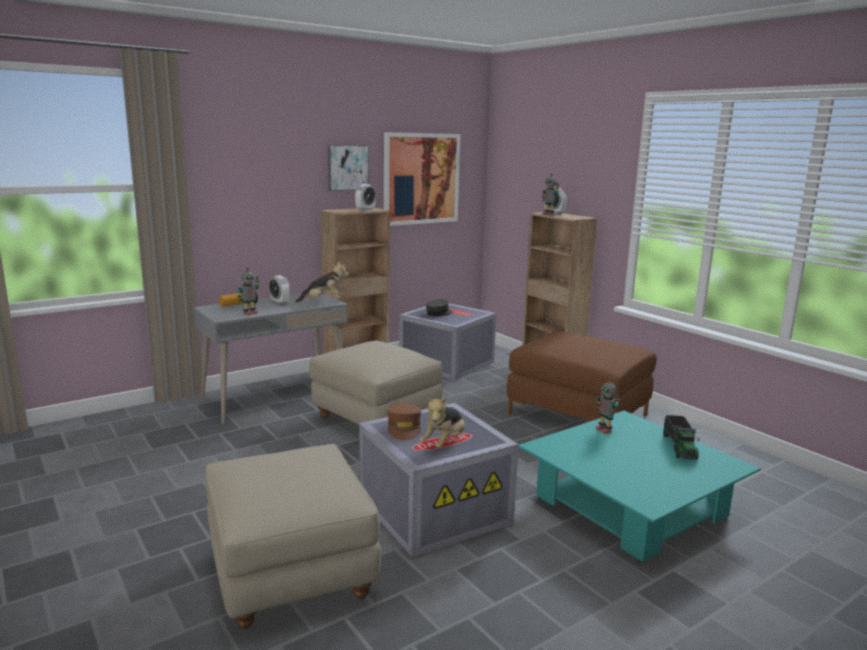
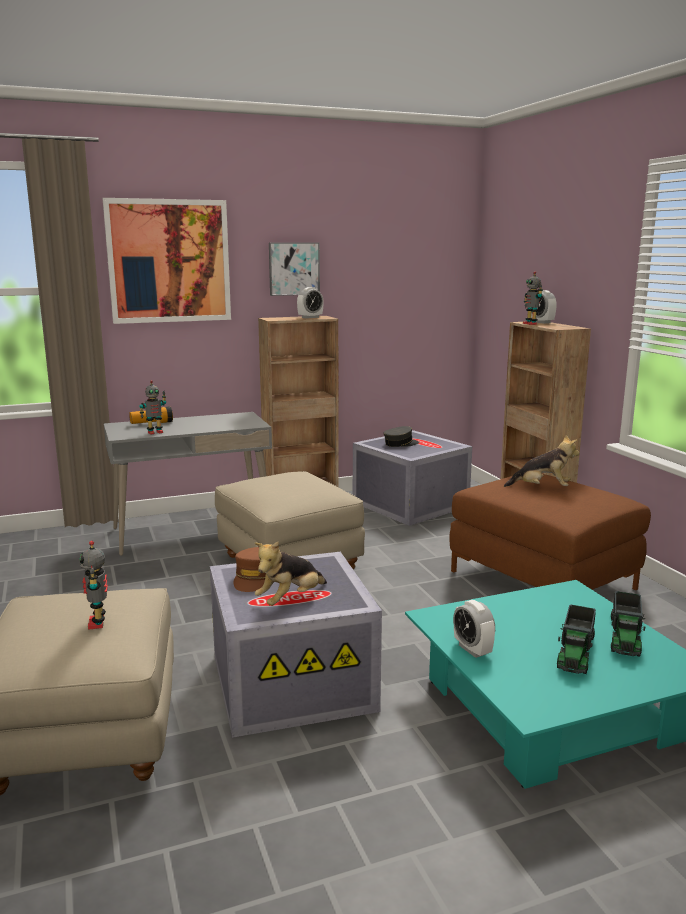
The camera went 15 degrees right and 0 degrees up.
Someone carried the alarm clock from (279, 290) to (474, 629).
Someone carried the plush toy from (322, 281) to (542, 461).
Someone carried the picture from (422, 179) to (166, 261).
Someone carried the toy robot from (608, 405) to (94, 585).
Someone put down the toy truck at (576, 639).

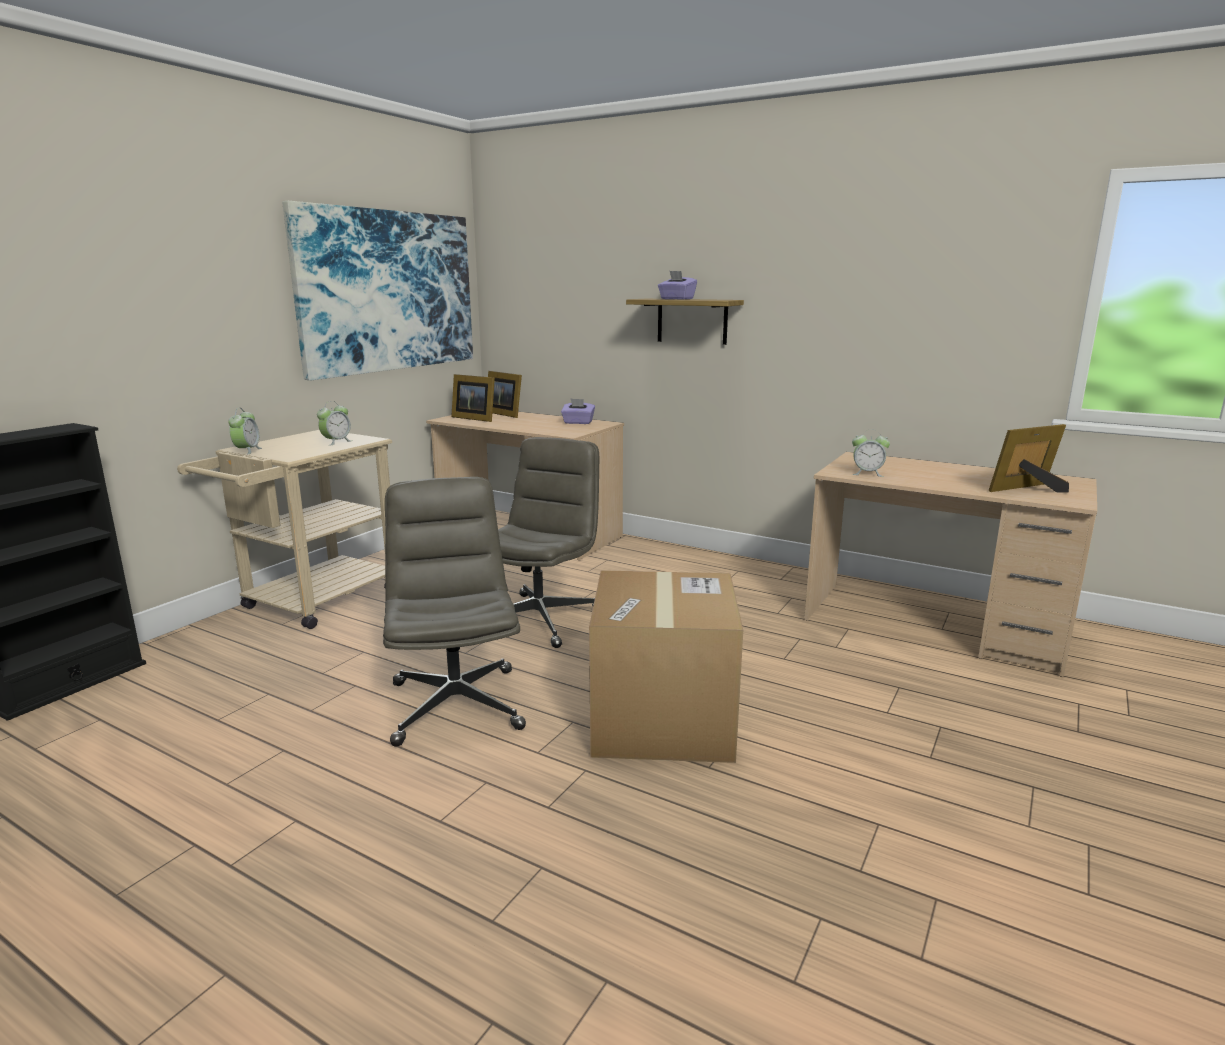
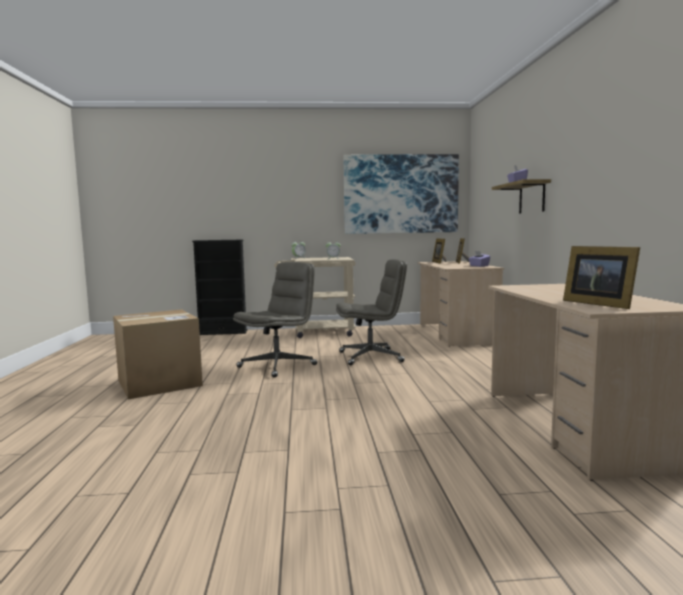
The camera went 55 degrees right and 10 degrees down.
Someone carried the cardboard box from (666, 666) to (158, 354).
Someone took away the alarm clock at (871, 453).
Someone rotated the picture frame at (1029, 458) by 150 degrees counterclockwise.

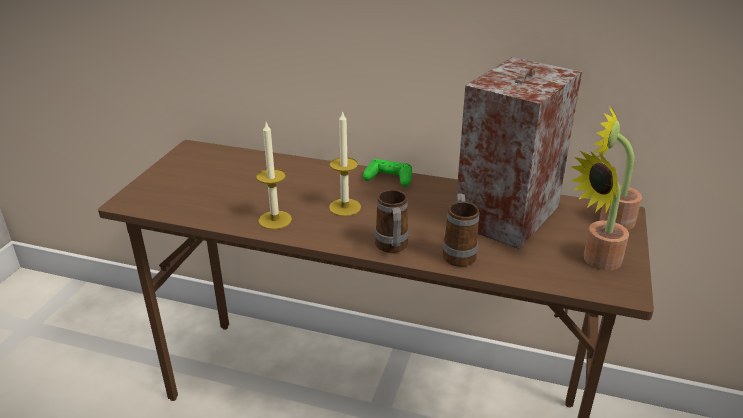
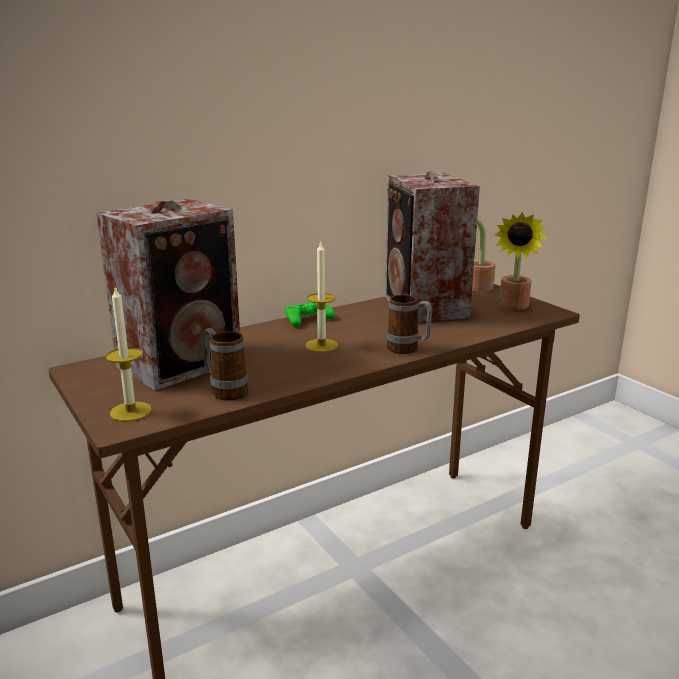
The camera went 50 degrees left and 10 degrees down.
Someone carried the candle from (274, 176) to (128, 353).
Someone carried the mug from (461, 230) to (225, 364).
Someone put down the speaker at (168, 295).

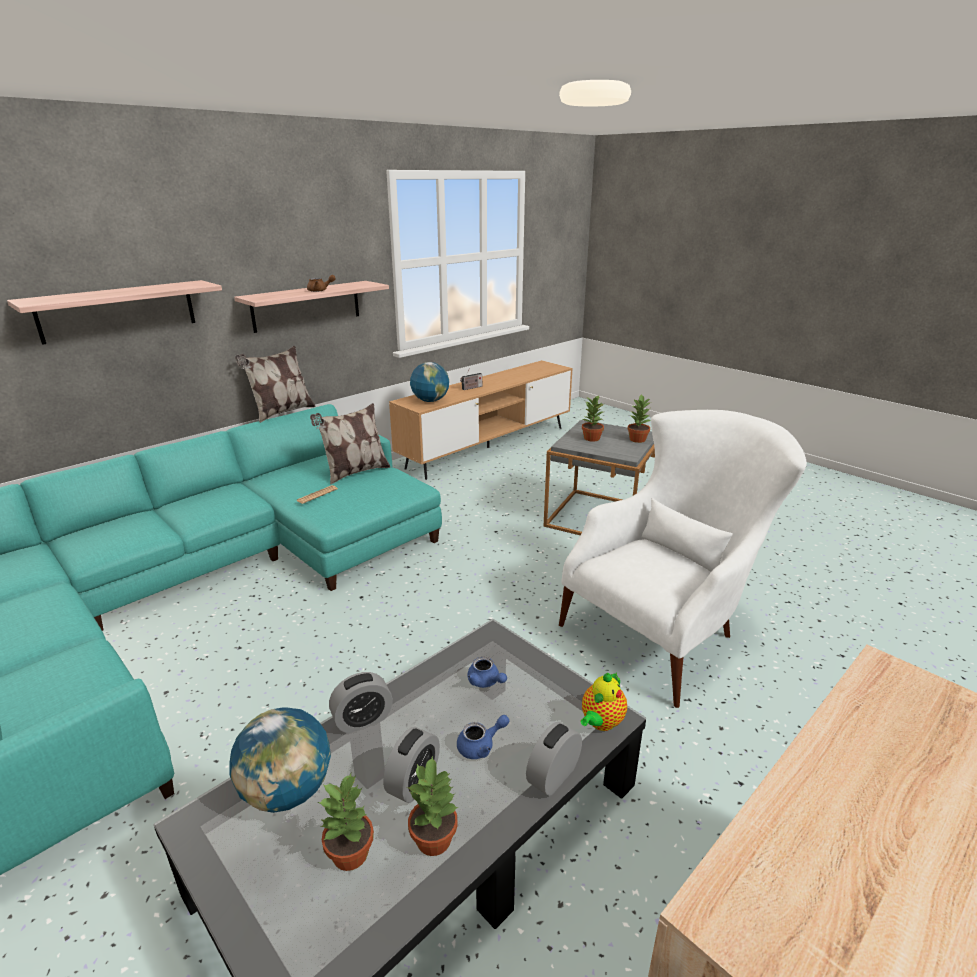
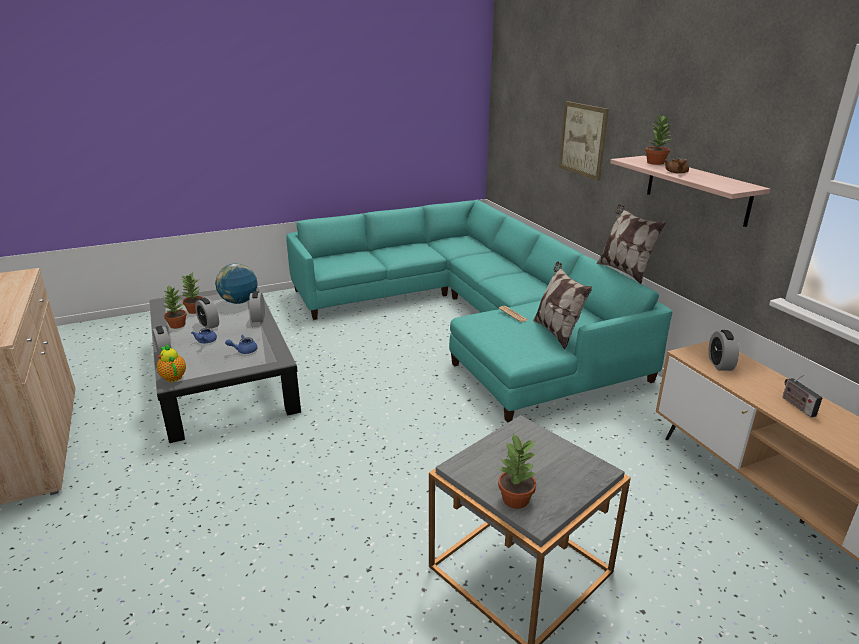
The camera went 110 degrees right and 0 degrees up.
Someone swapped the shelf at (114, 312) for the picture at (584, 141).
Someone swapped the globe at (429, 382) for the alarm clock at (723, 350).
Someone took away the white armchair at (683, 559).
Someone carried the potted plant from (593, 419) to (658, 140).

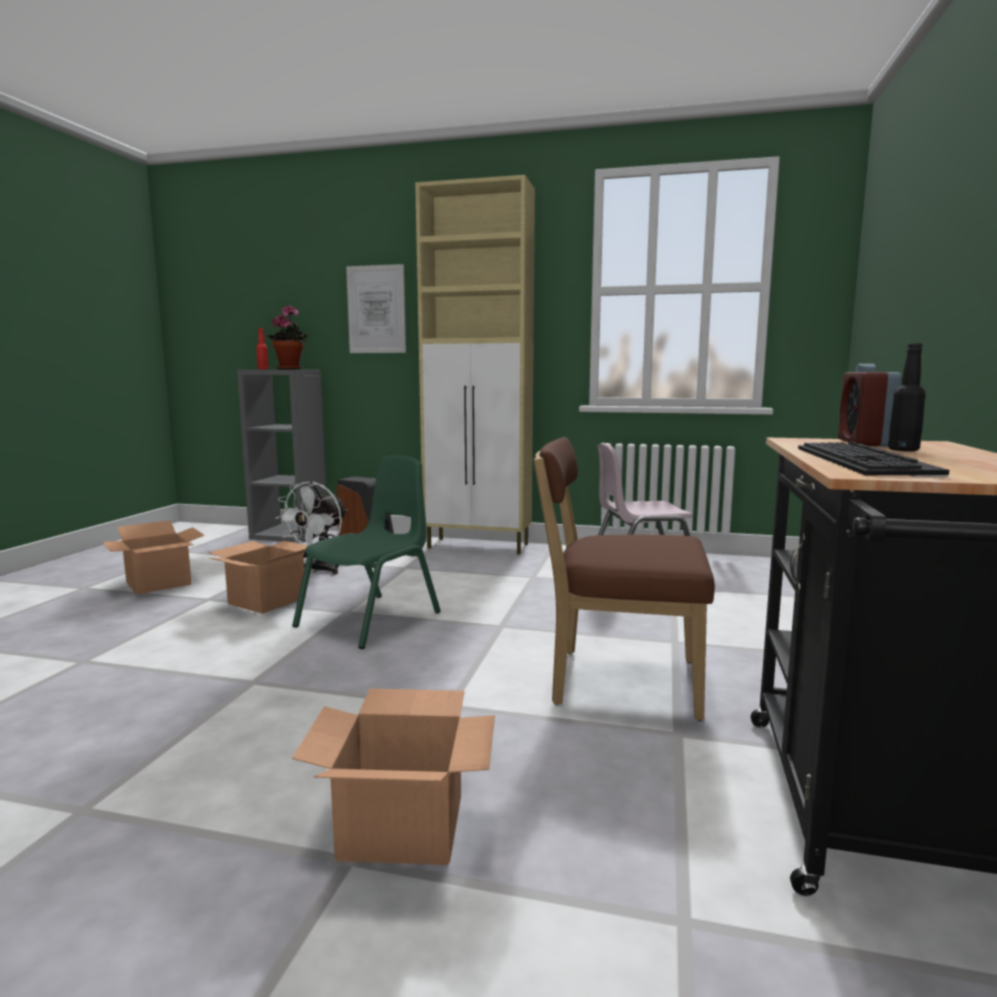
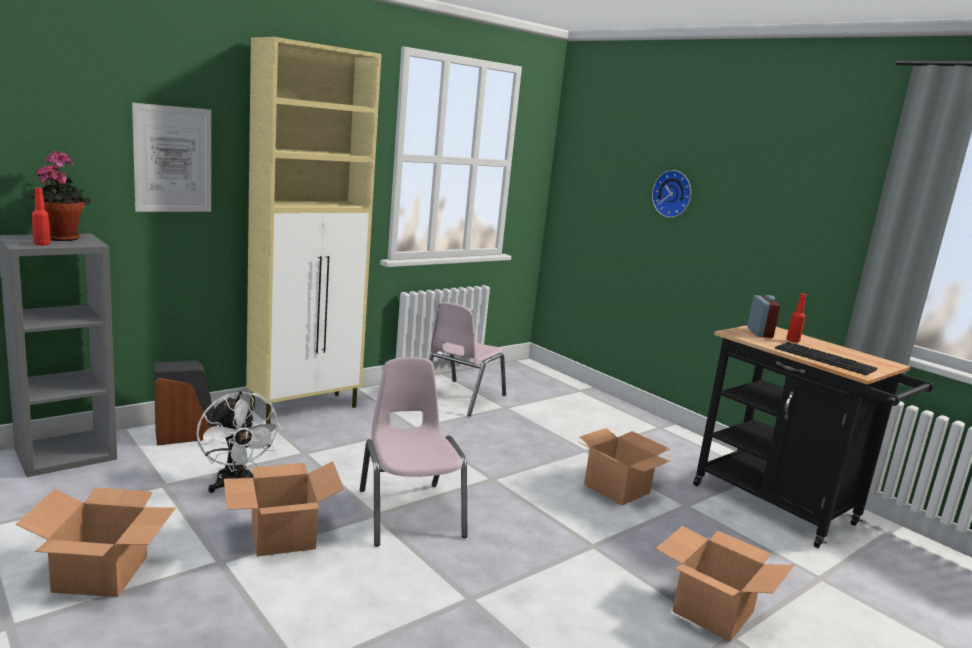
The camera went 55 degrees left and 5 degrees up.
Someone repainted the green chair at (366, 552), which became the pink chair at (413, 452).
Someone swapped the brown chair at (624, 579) for the cardboard box at (624, 467).
Someone rotated the alarm clock at (869, 405) by 135 degrees counterclockwise.
Someone repainted the black bottle at (907, 397), which became the red bottle at (796, 318).
Someone put up the wall clock at (671, 194).

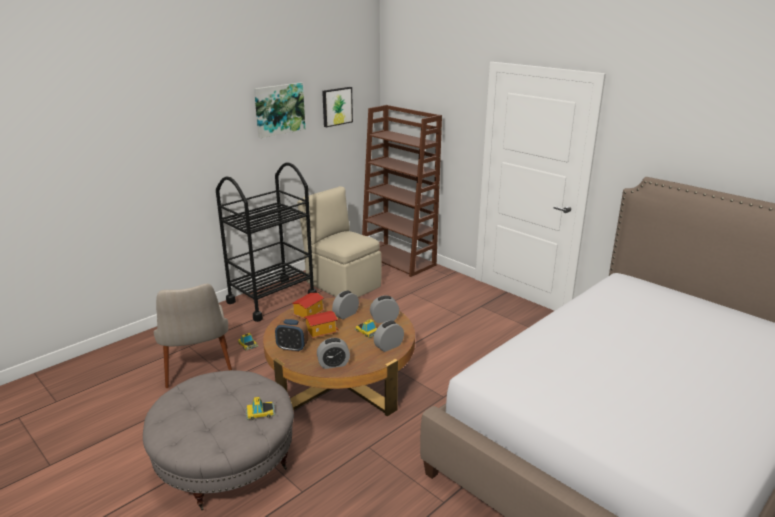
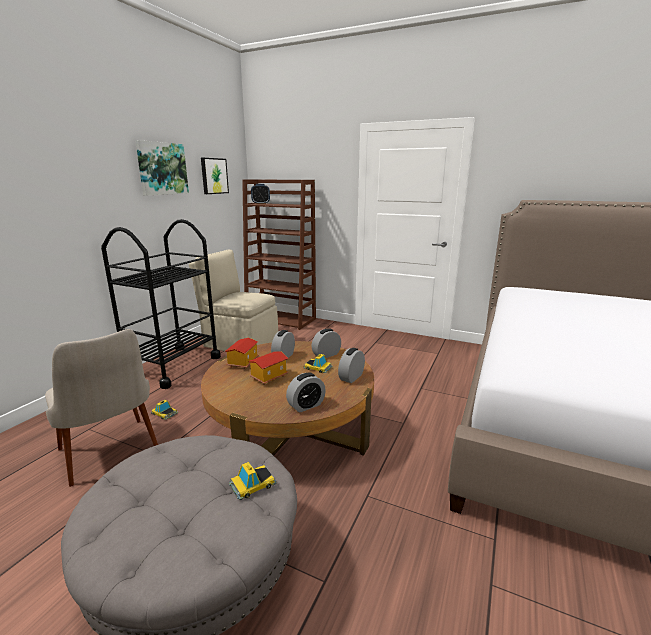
The camera went 20 degrees left and 5 degrees down.
Someone carried the alarm clock from (291, 335) to (260, 194).

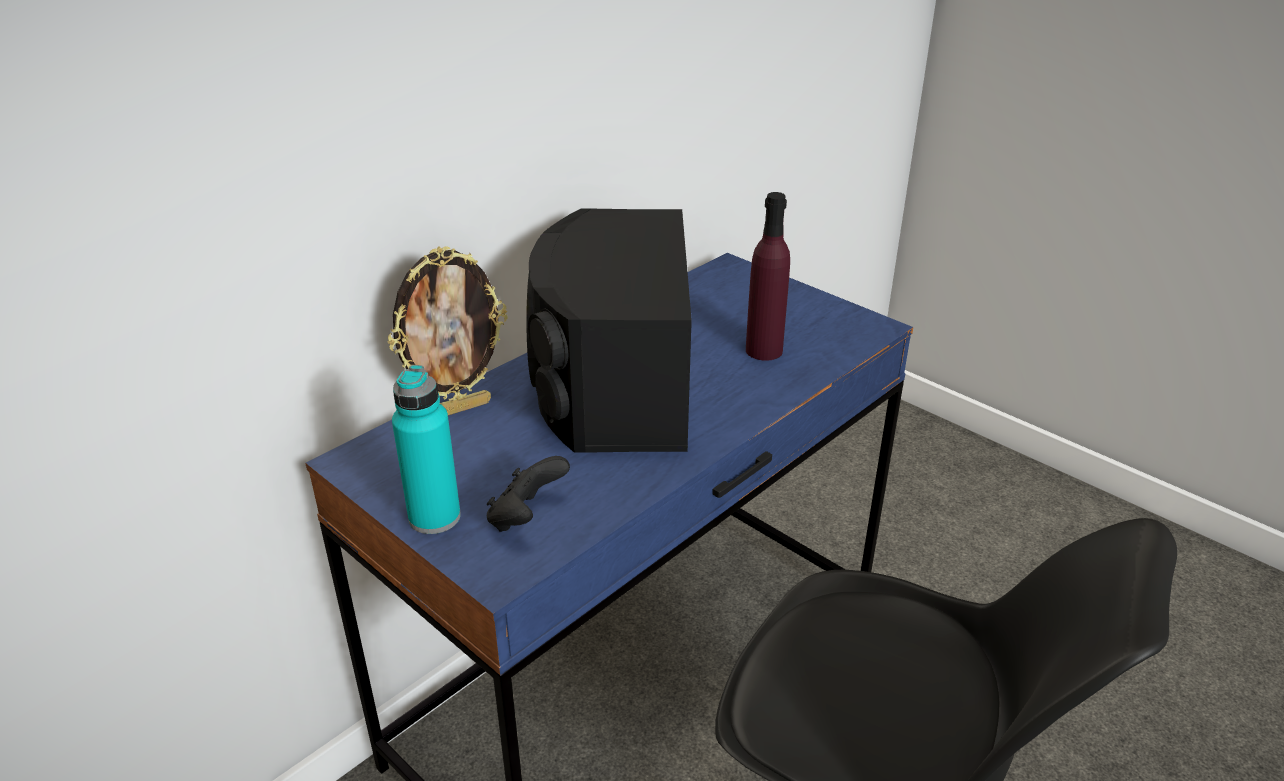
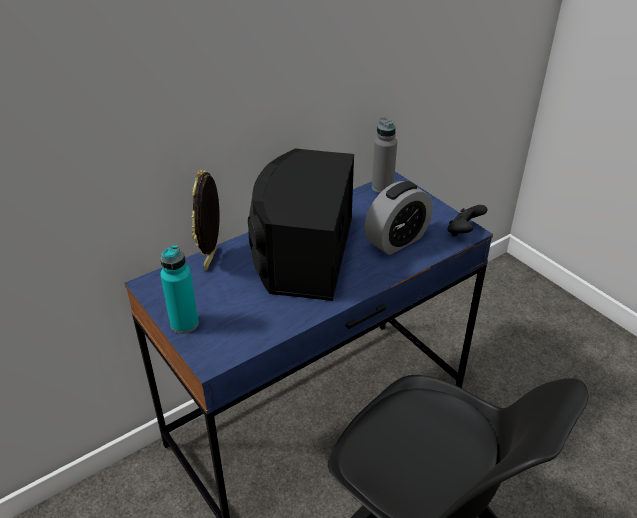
The camera went 10 degrees right and 5 degrees up.
Someone rotated the picture frame at (447, 330) by 120 degrees clockwise.
Someone carried the black game controller from (528, 494) to (467, 221).
Someone swapped the purple bottle at (768, 276) for the alarm clock at (398, 218).
Someone put down the grey bottle at (384, 155).

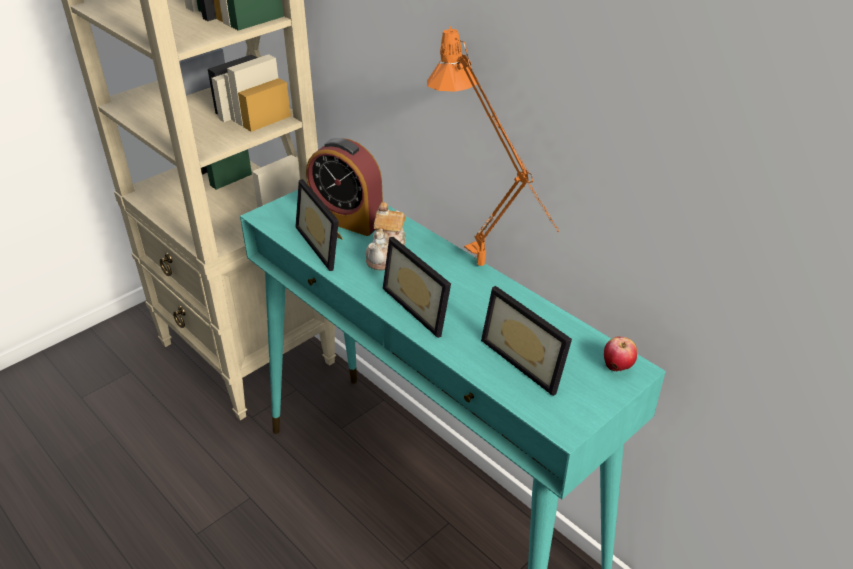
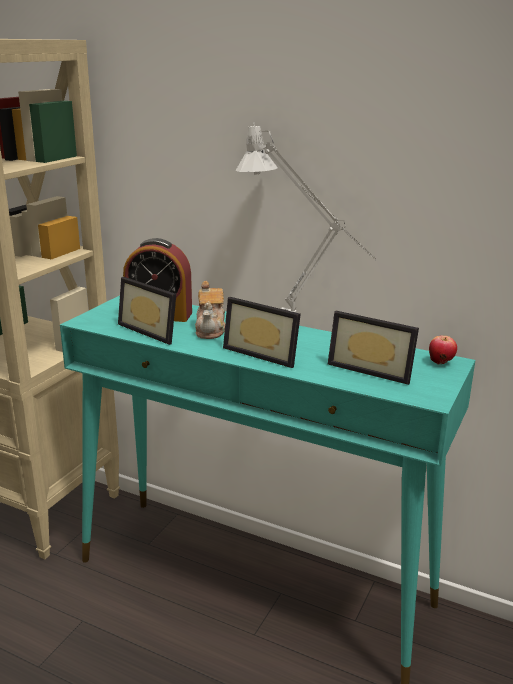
The camera went 20 degrees left and 15 degrees down.
Someone repainted the orange table lamp at (493, 146), which became the grey table lamp at (306, 217).

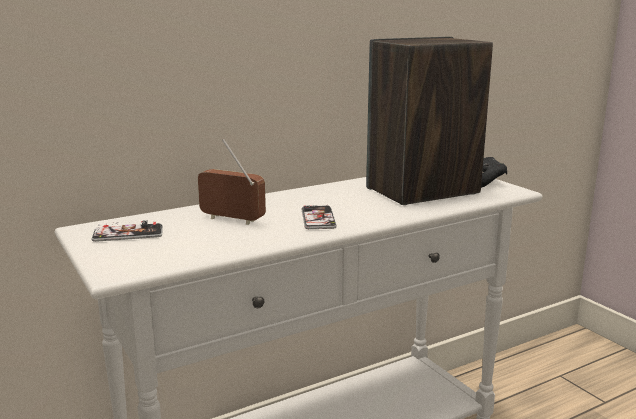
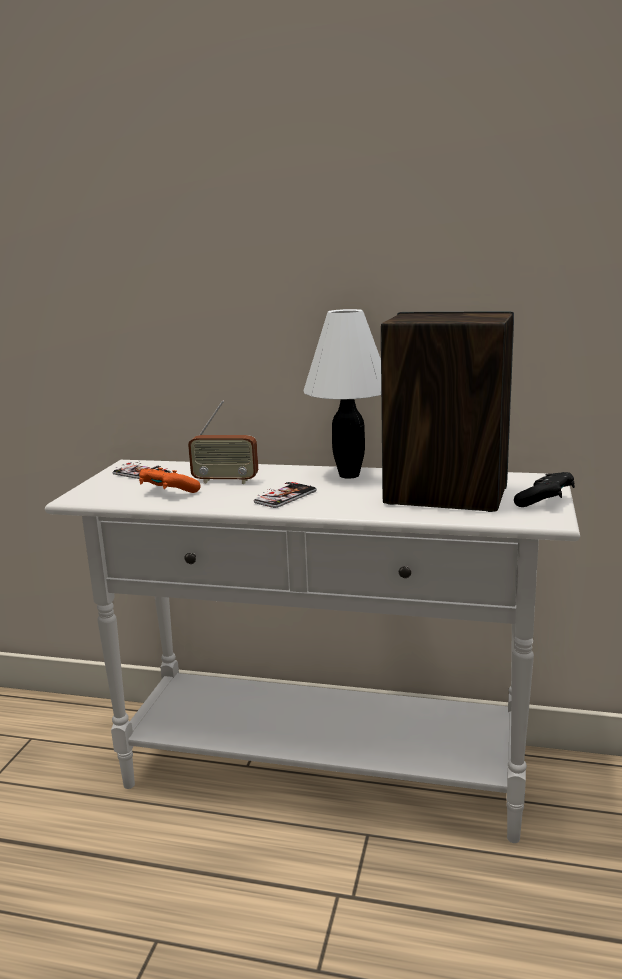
The camera went 45 degrees right and 0 degrees up.
Someone rotated the radio at (232, 182) by 120 degrees clockwise.
Someone put down the orange game controller at (170, 480).
Someone put down the white table lamp at (342, 394).

